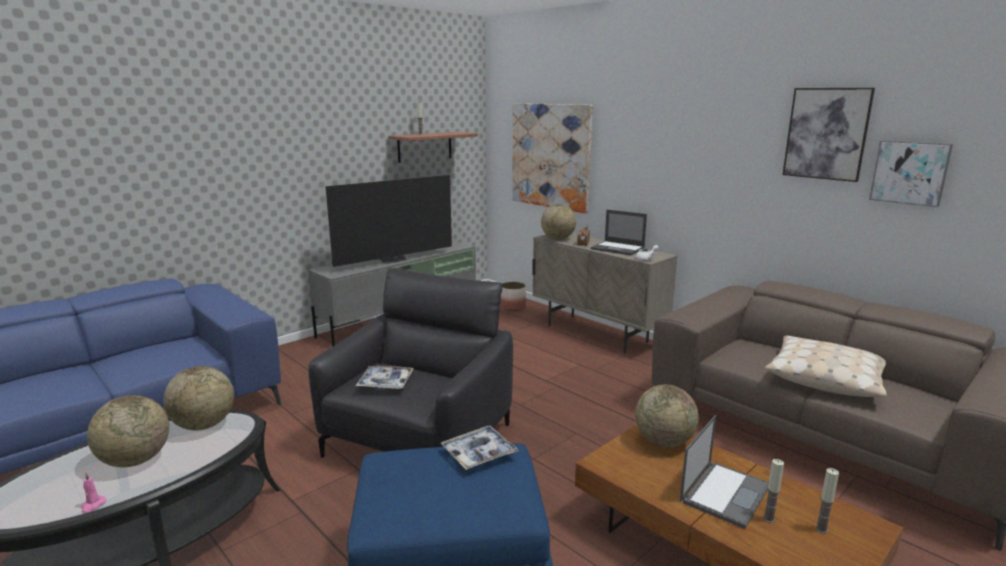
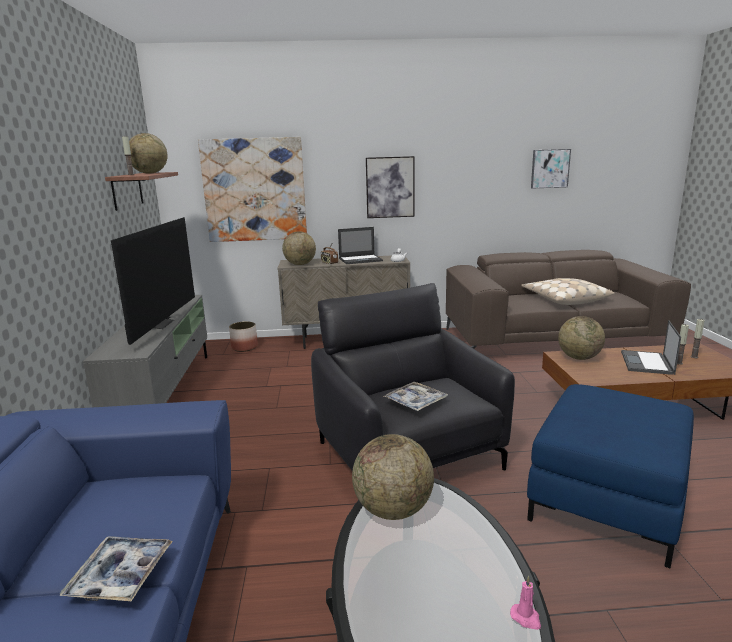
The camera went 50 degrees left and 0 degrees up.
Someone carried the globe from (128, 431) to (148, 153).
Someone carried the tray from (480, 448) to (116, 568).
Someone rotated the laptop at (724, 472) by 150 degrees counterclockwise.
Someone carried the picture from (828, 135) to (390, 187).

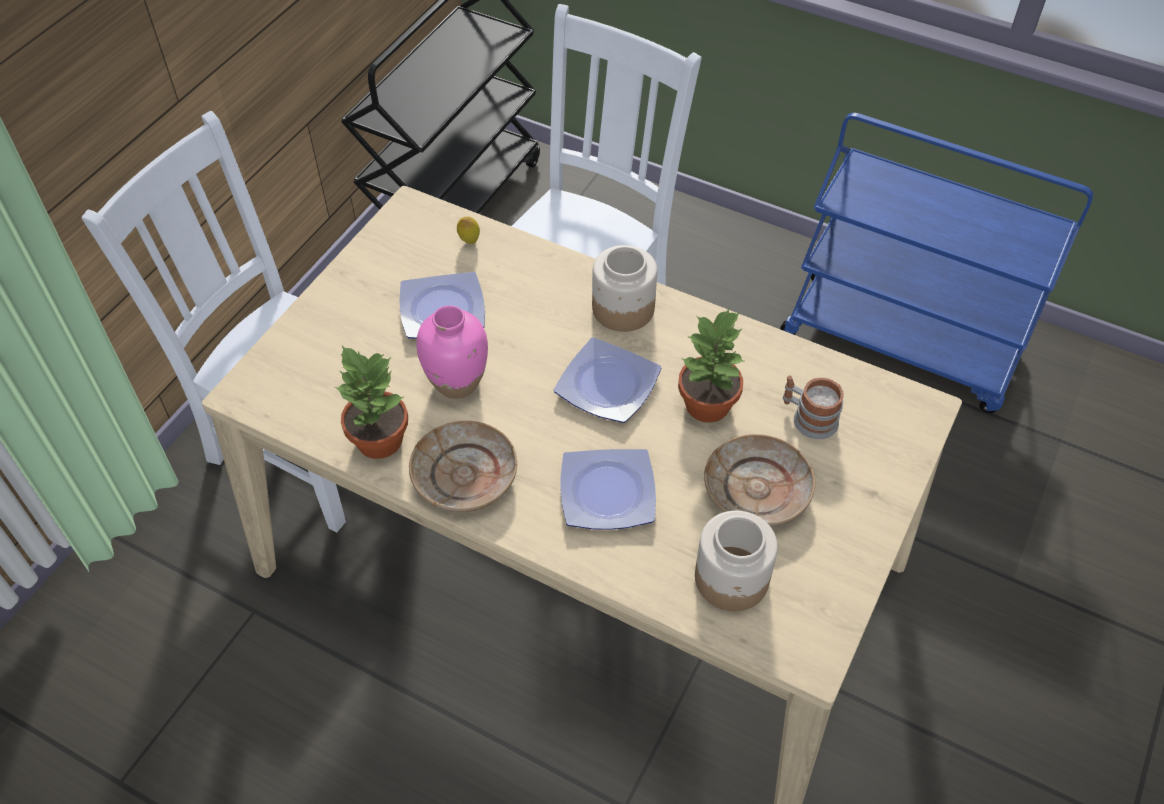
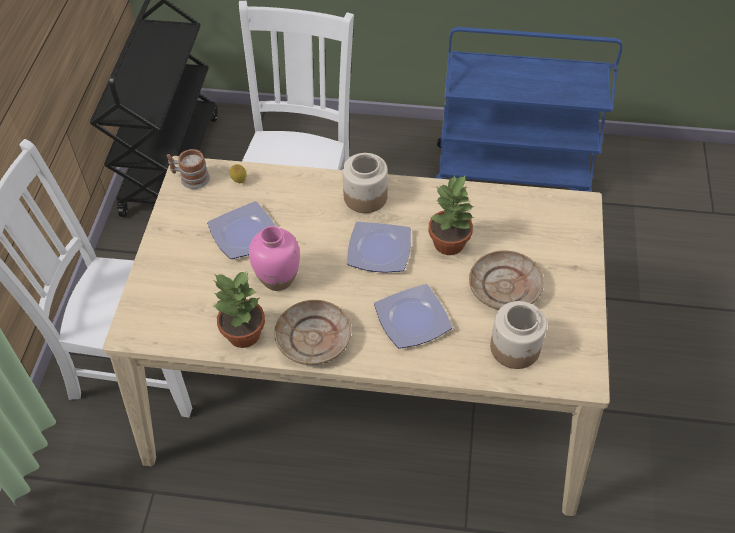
The camera went 20 degrees left and 0 degrees up.
Someone carried the mug from (813, 407) to (188, 169).

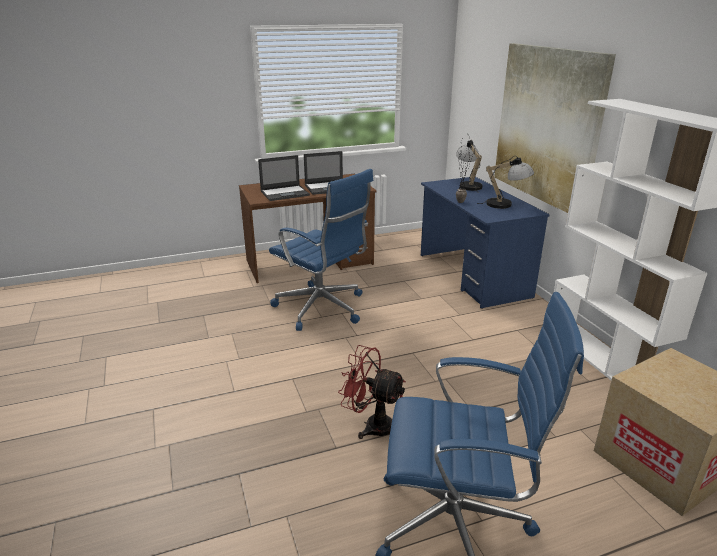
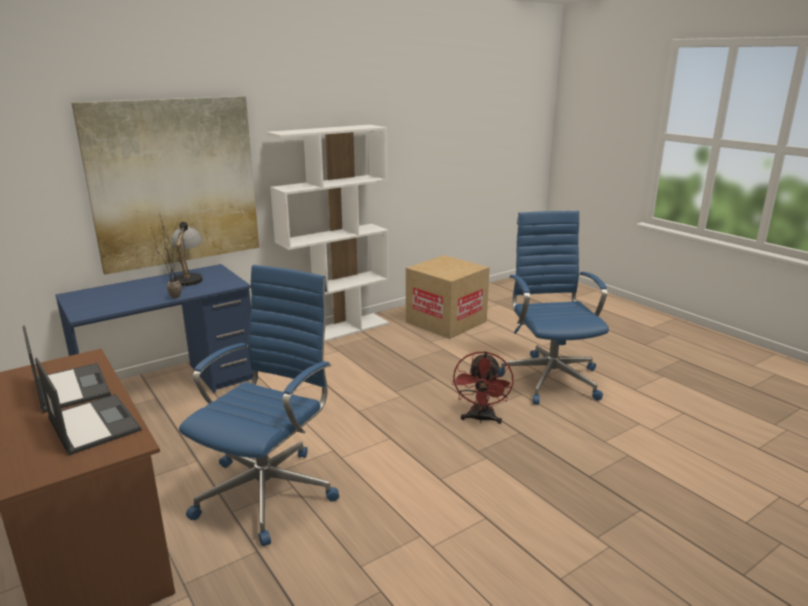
The camera went 105 degrees left and 5 degrees down.
Someone took away the table lamp at (469, 167).

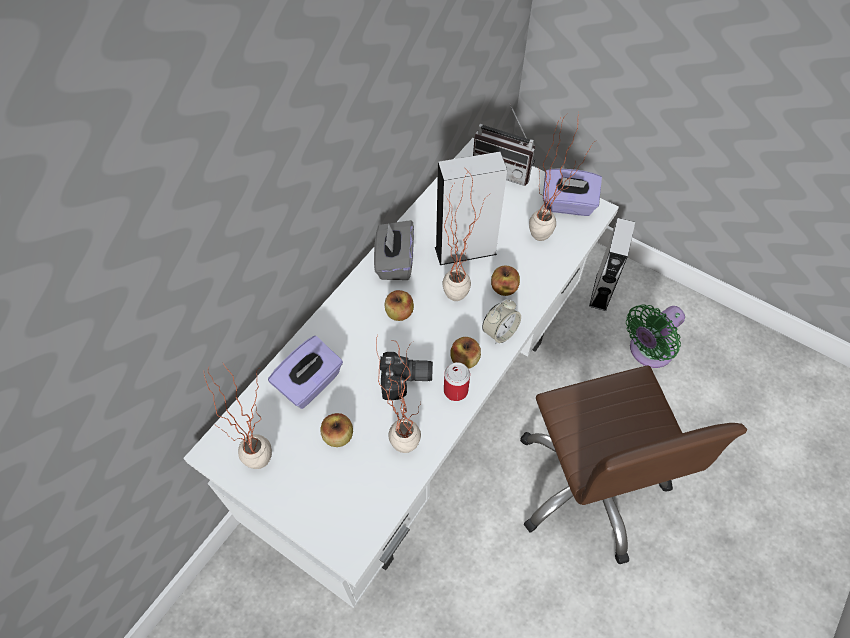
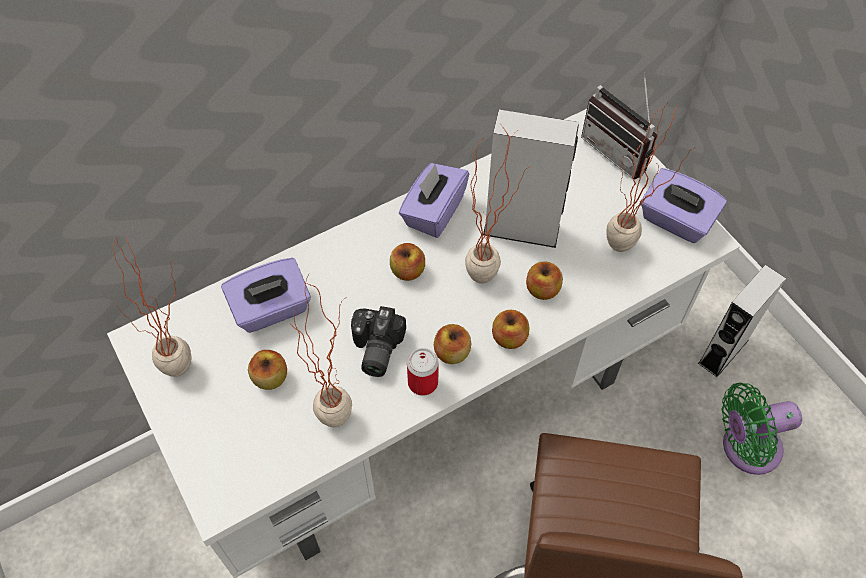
The camera went 25 degrees right and 0 degrees up.
Someone repainted the grey tissue box at (394, 250), which became the purple tissue box at (434, 200).
Someone rotated the photo camera at (406, 376) by 75 degrees clockwise.
Someone swapped the alarm clock at (501, 321) for the apple at (511, 329).

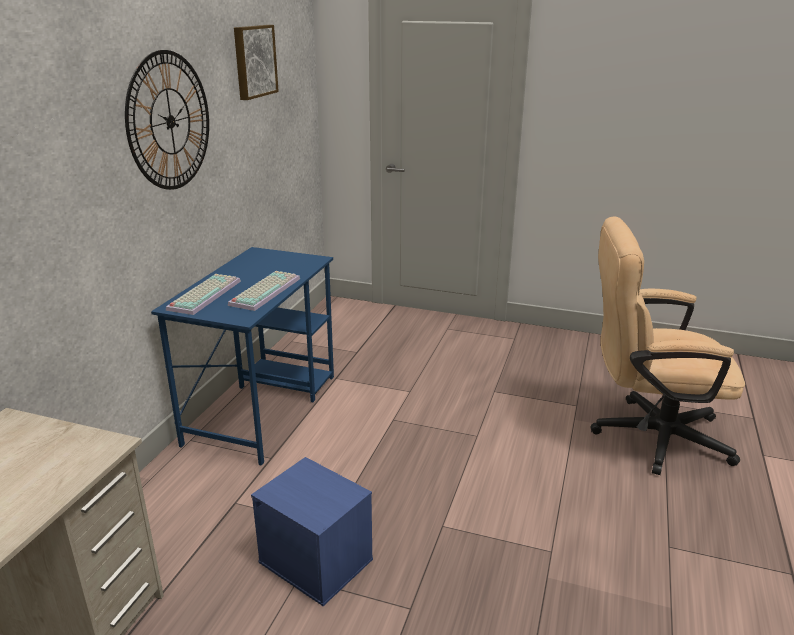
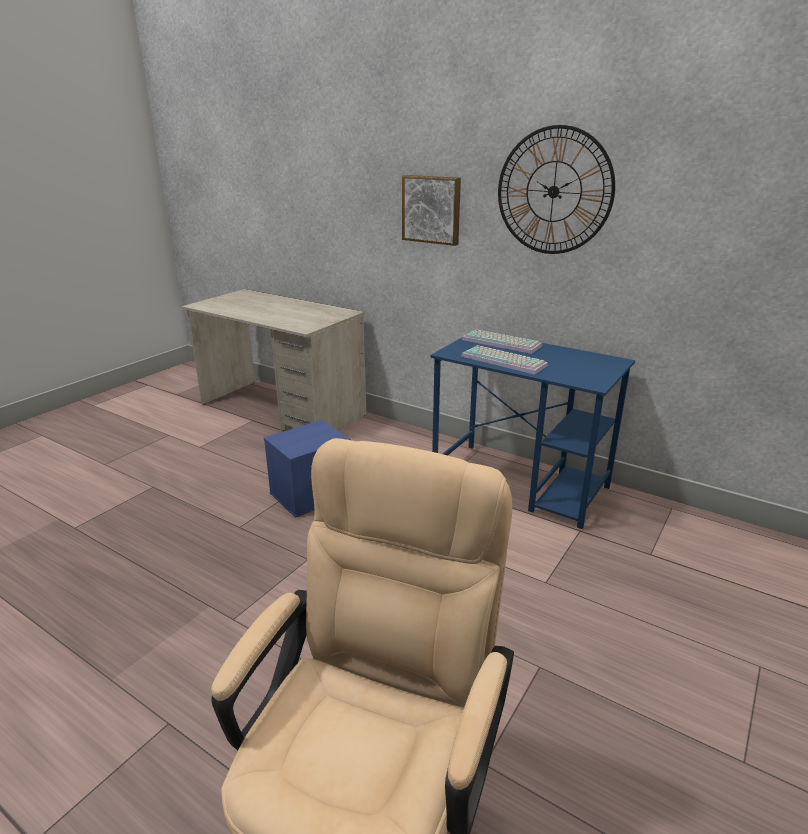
The camera went 105 degrees right and 0 degrees up.
Someone carried the picture from (256, 62) to (431, 210).

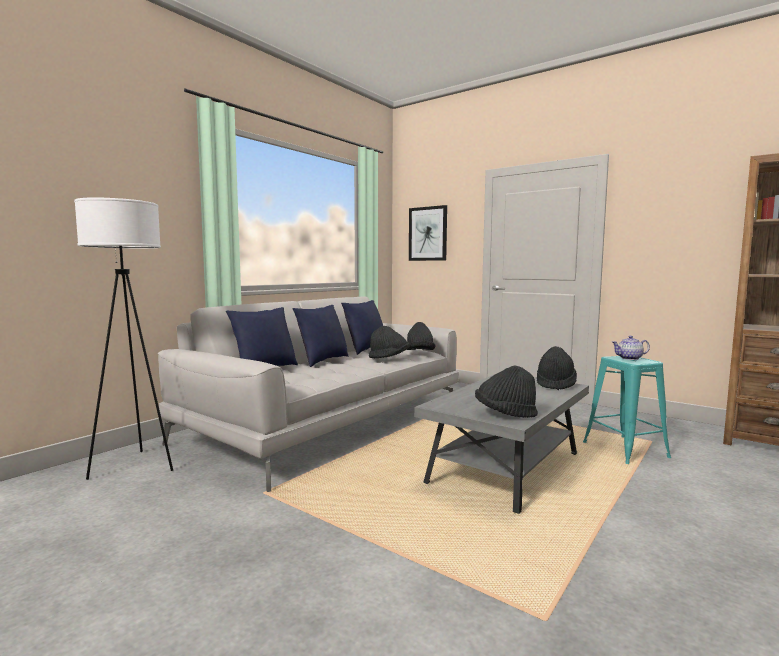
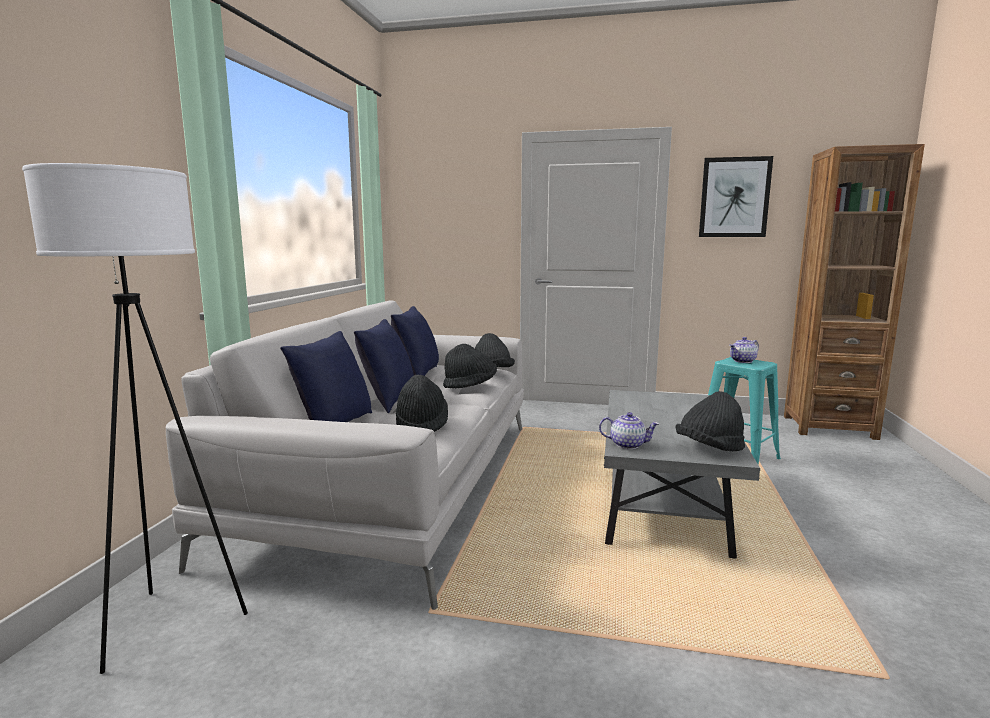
The camera went 25 degrees left and 5 degrees up.
Someone carried the picture from (428, 233) to (736, 196).
Someone carried the black hat from (557, 368) to (422, 403).
Someone put down the teapot at (629, 430).

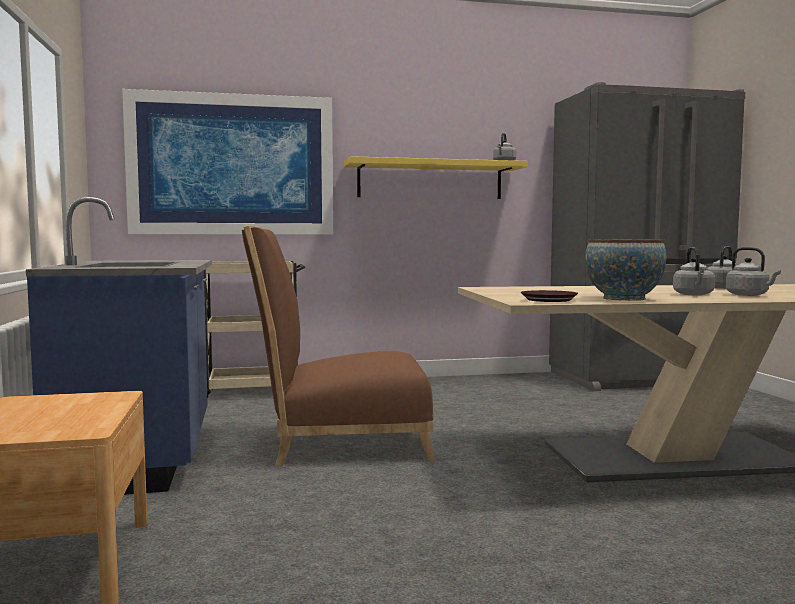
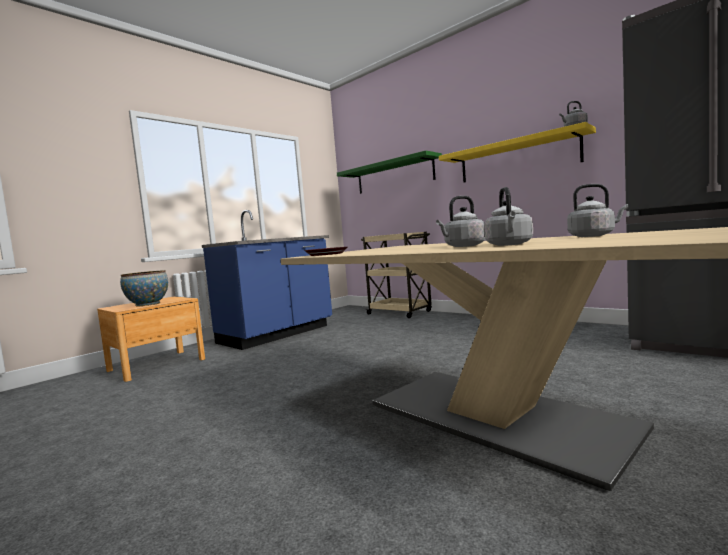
The camera went 55 degrees right and 0 degrees up.
Someone swapped the picture at (227, 162) for the green shelf at (389, 172).
Someone took away the brown chair at (339, 346).
Someone carried the bowl from (625, 270) to (144, 288).

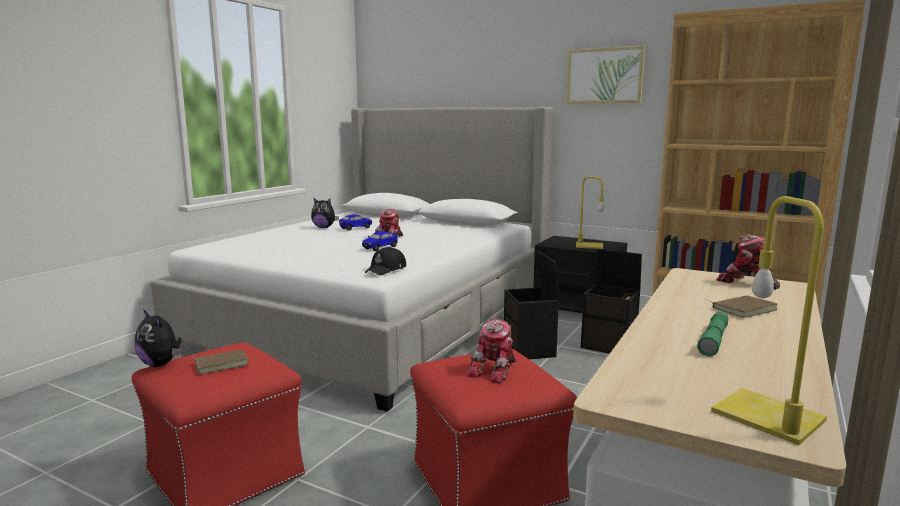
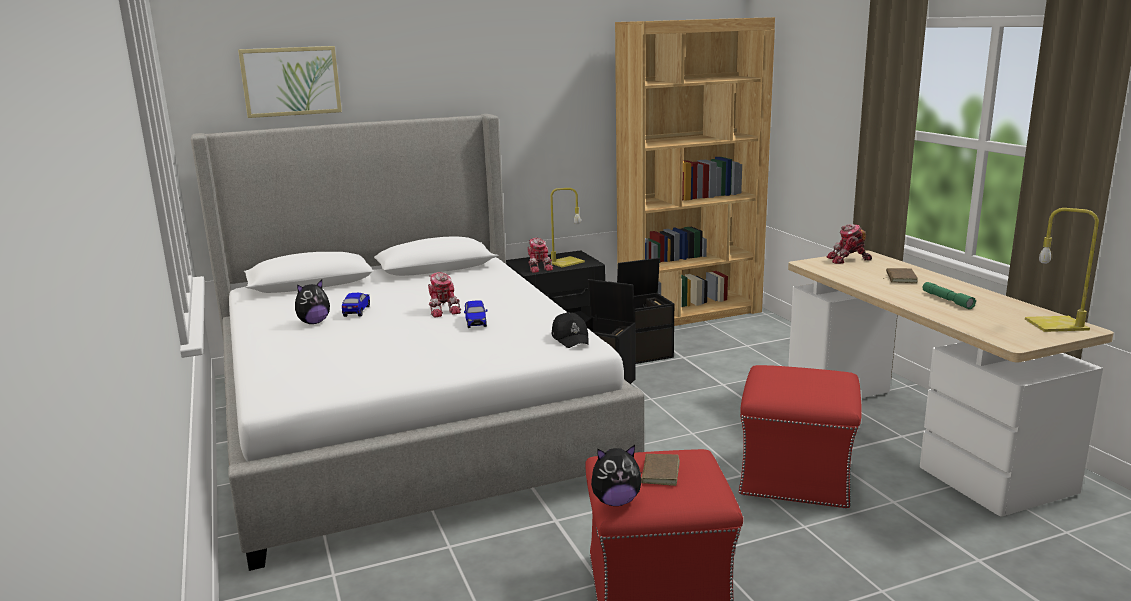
The camera went 50 degrees left and 5 degrees up.
Someone carried the toy robot from (492, 351) to (540, 255).
Someone carried the picture from (605, 74) to (290, 82).

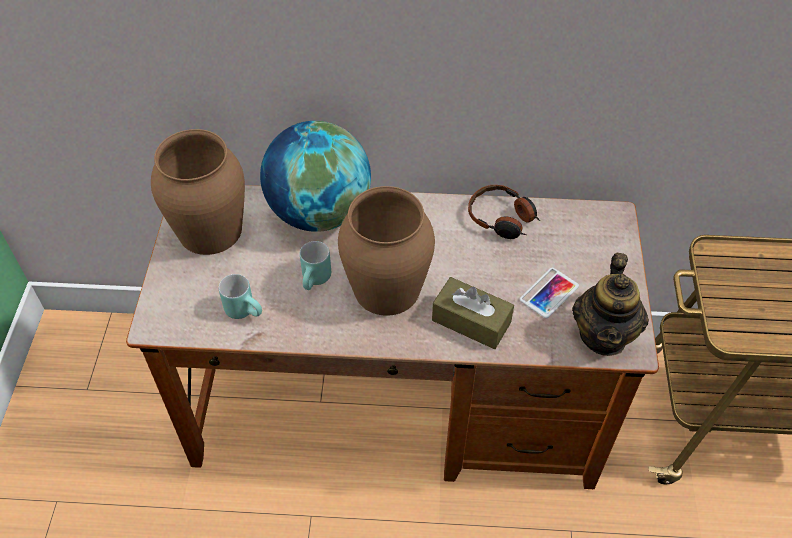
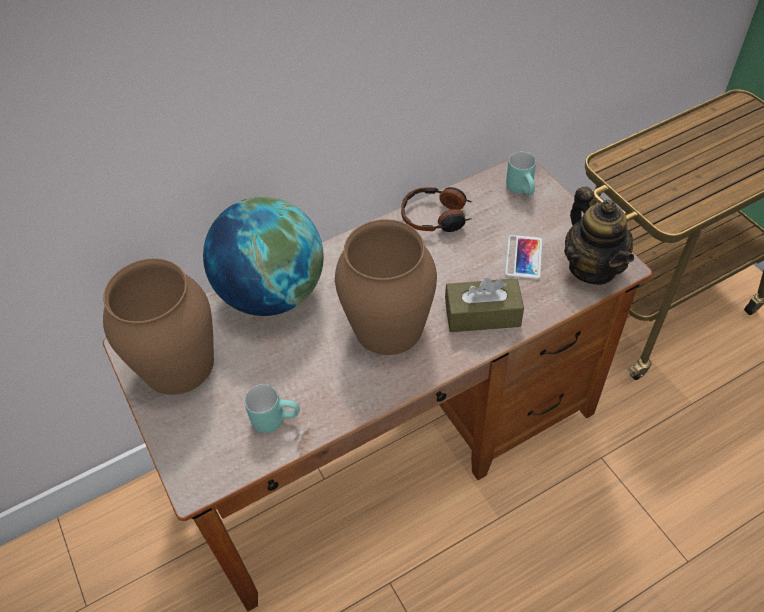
The camera went 30 degrees left and 0 degrees up.
Someone carried the turquoise mug from (315, 265) to (521, 174).

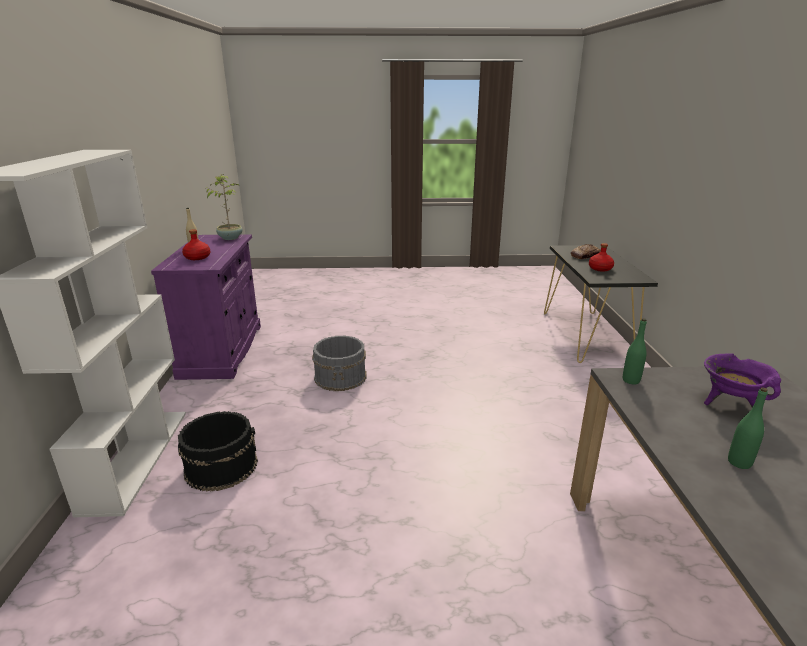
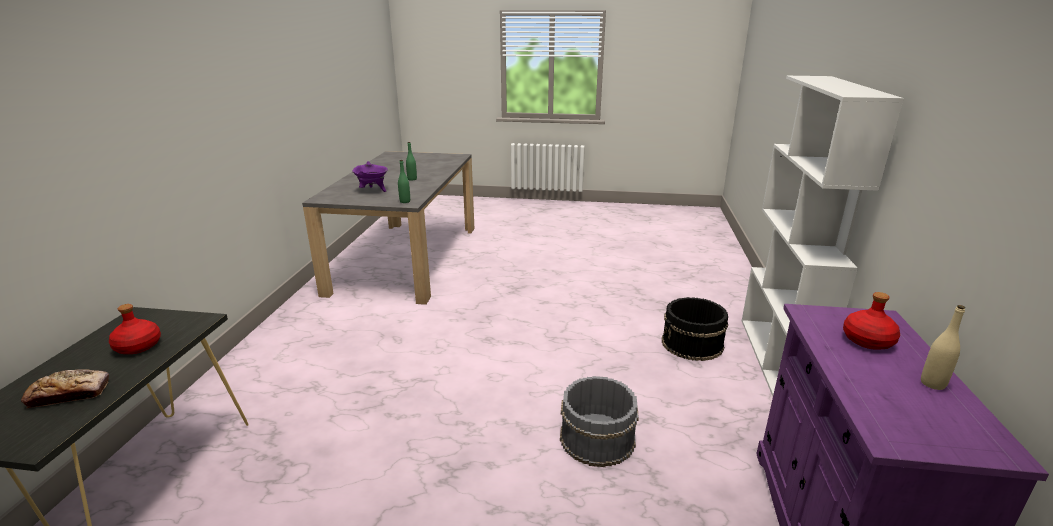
The camera went 170 degrees left and 0 degrees up.
Someone took away the potted plant at (223, 207).

